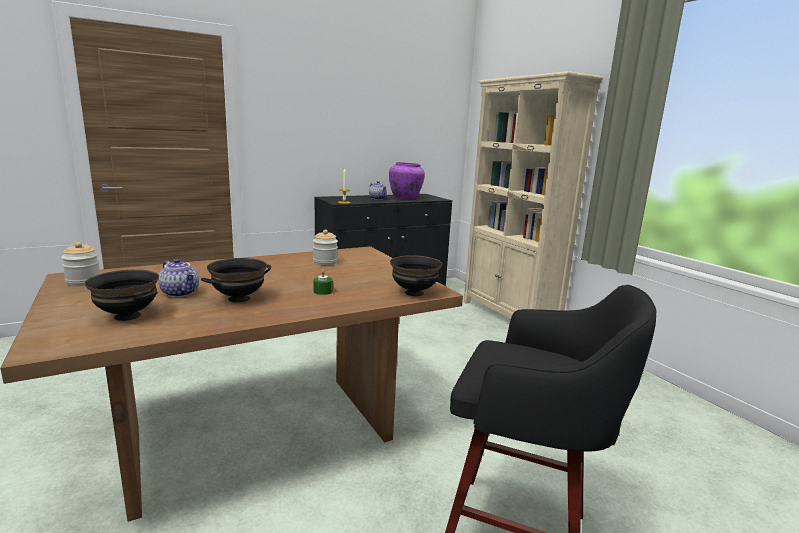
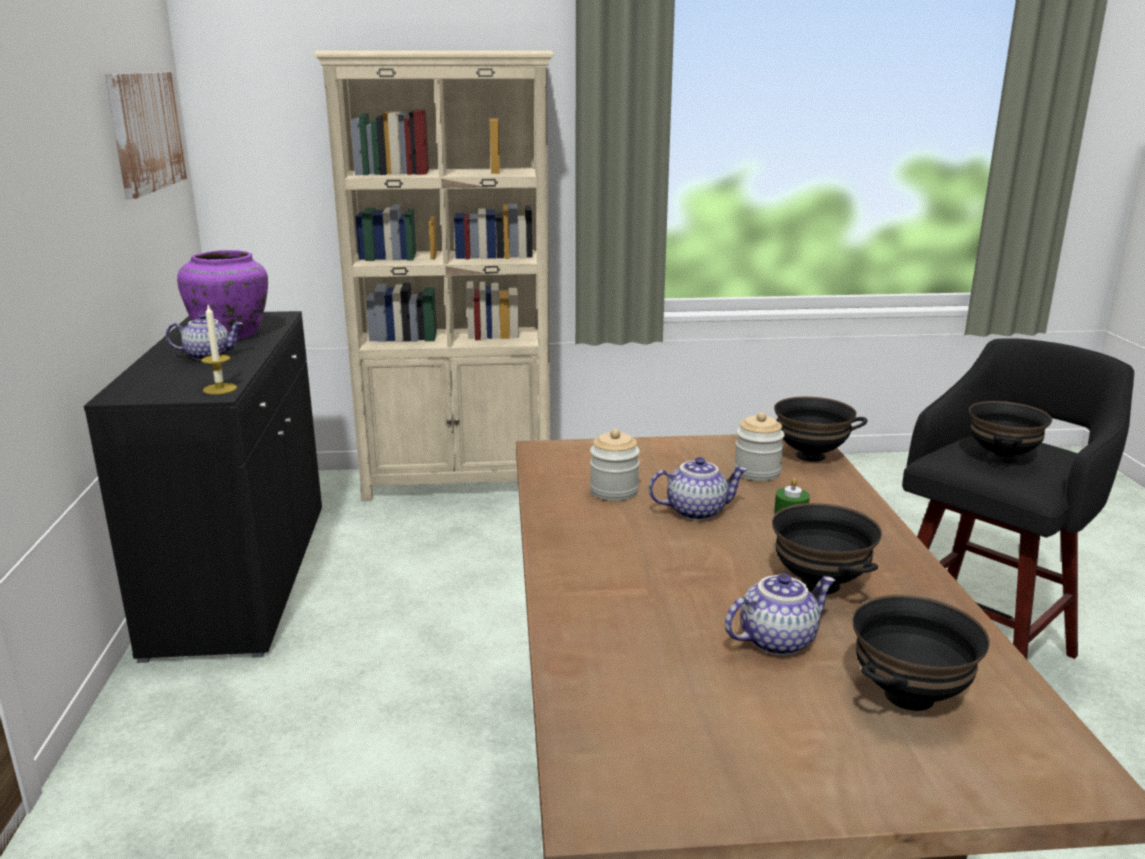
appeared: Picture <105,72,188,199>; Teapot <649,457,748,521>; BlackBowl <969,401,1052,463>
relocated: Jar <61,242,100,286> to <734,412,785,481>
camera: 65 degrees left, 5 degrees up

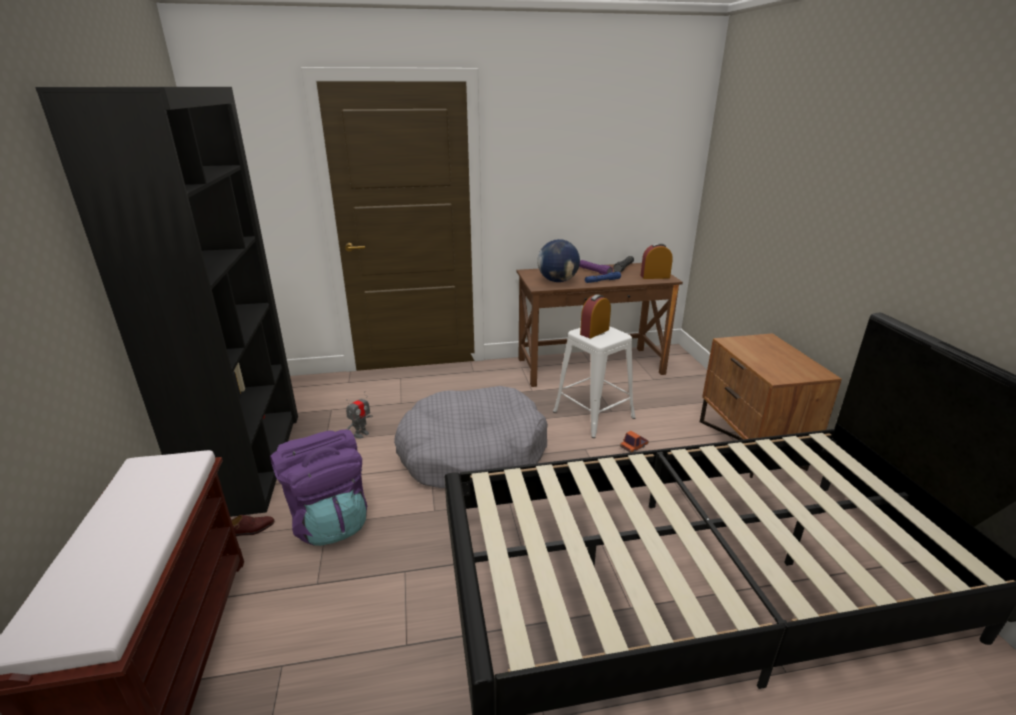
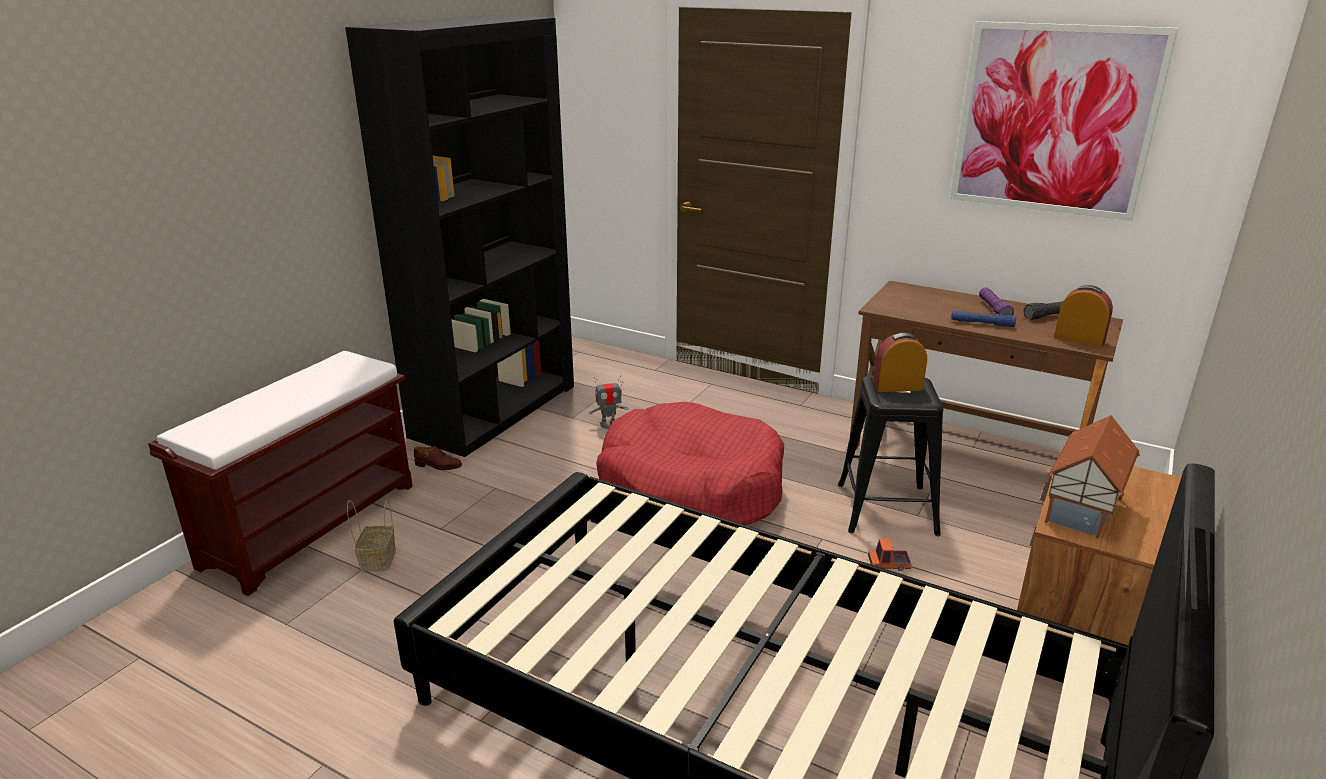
missing: PurpleBackpack <270,430,367,546>; Globe <537,239,580,282>
appeared: Basket <347,500,396,572>; Picture <950,21,1178,221>; ToyHouse <1045,415,1140,539>
colour: GreyDogBed <394,386,548,488> to RedDogBed <596,402,784,525>; WhiteStool <553,326,635,438> to BlackStool <838,376,944,536>
camera: 40 degrees right, 0 degrees up

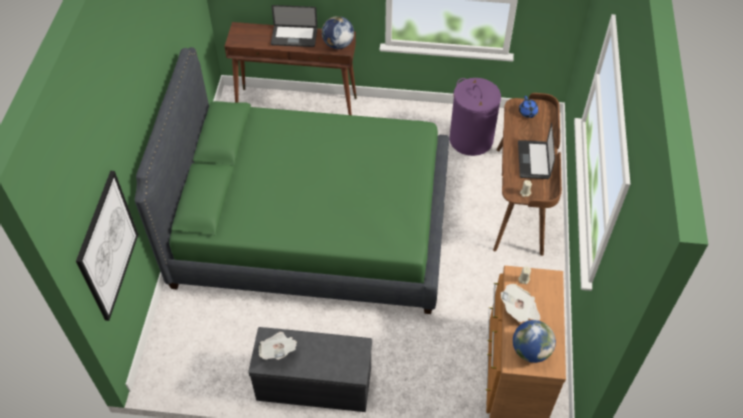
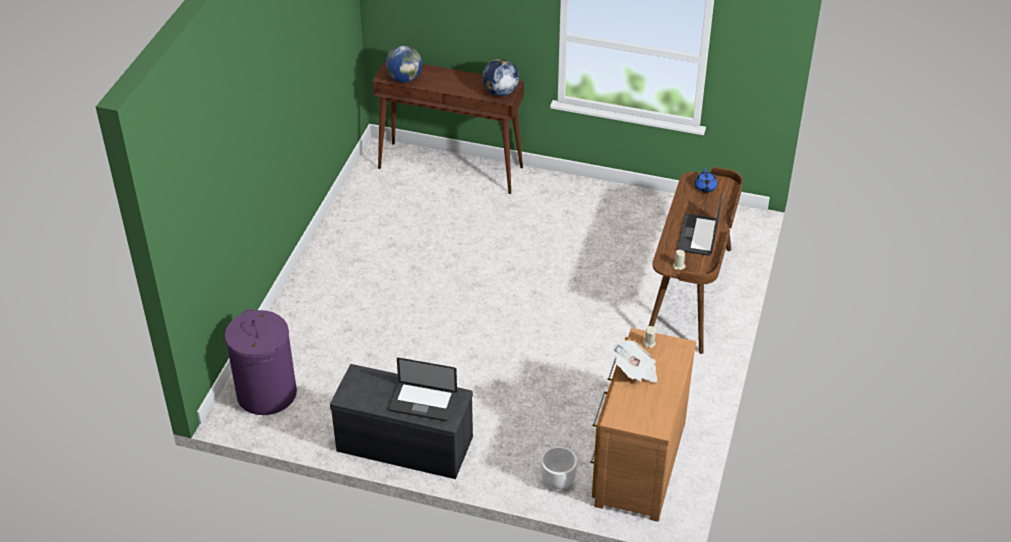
missing: Picture <76,171,139,321>; GreenBed <135,47,449,314>; Newspaper <259,332,297,360>
appeared: WhitePlanter <541,446,577,489>
relocated: Laptop <271,5,317,47> to <389,358,457,421>; PurpleLaundryBasket <449,78,501,156> to <225,309,297,415>; Globe <513,320,556,363> to <386,45,422,83>
camera: 10 degrees right, 10 degrees down

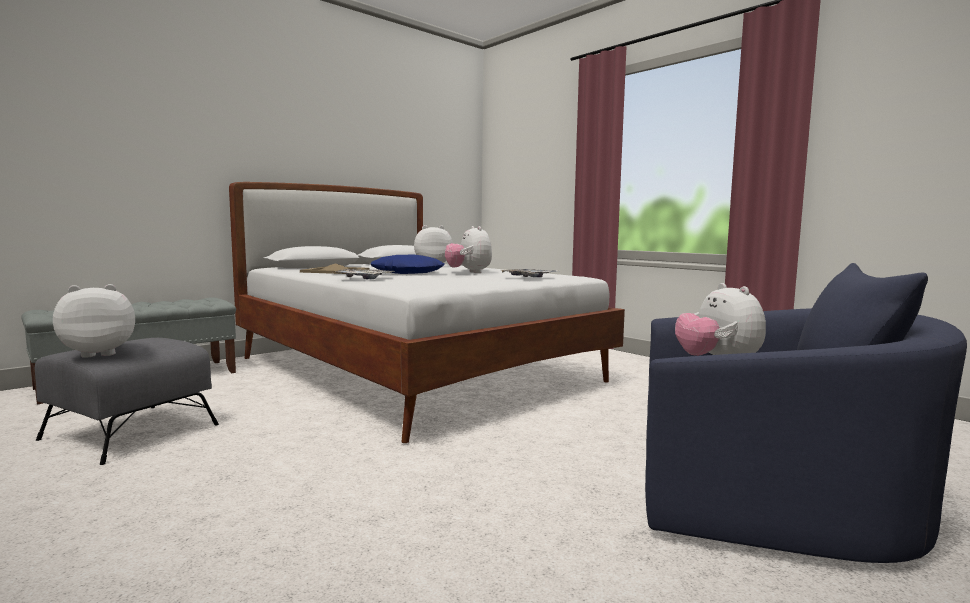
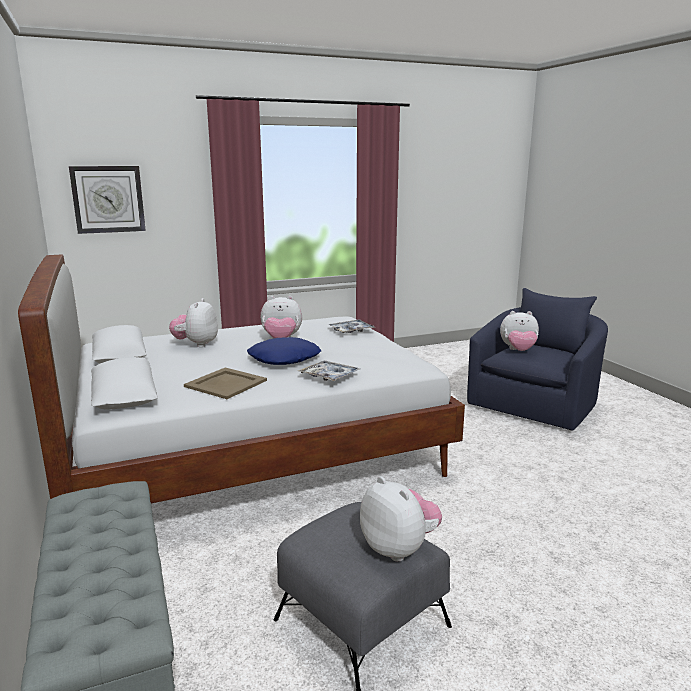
appeared: WallClock <69,166,146,234>
spun: PlushToy <53,284,135,358> = <360,476,442,562> 150 degrees clockwise
camera: 70 degrees left, 10 degrees up

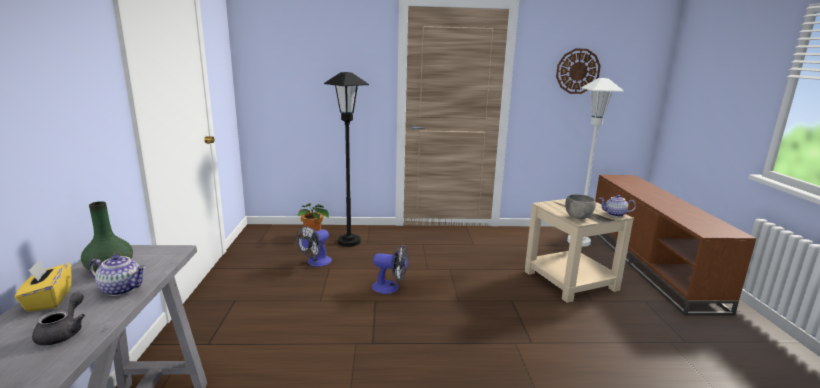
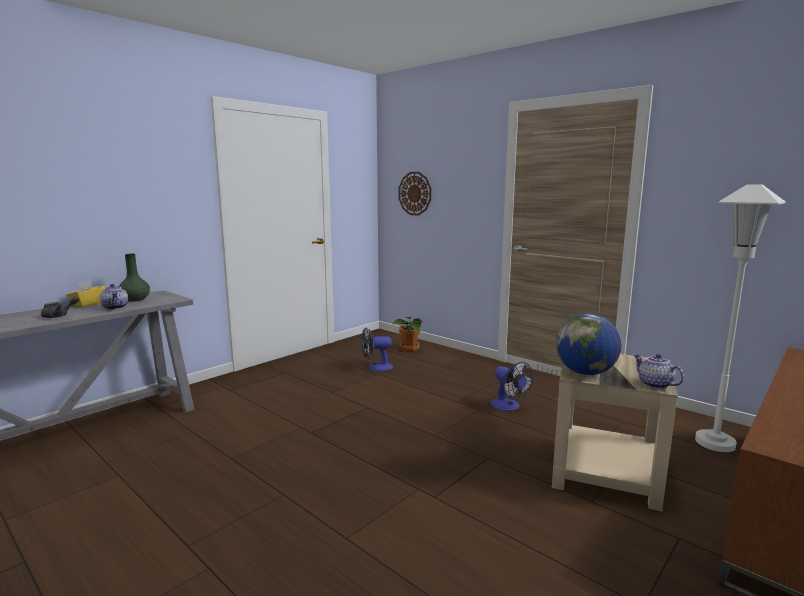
missing: BlackFloorLamp <324,72,369,247>
relocated: Fan <372,245,408,294> to <491,362,533,411>; WallClock <556,48,601,94> to <399,172,431,216>
exchanged: GreyBowl <565,194,596,219> to Globe <556,314,621,375>
camera: 45 degrees right, 5 degrees down

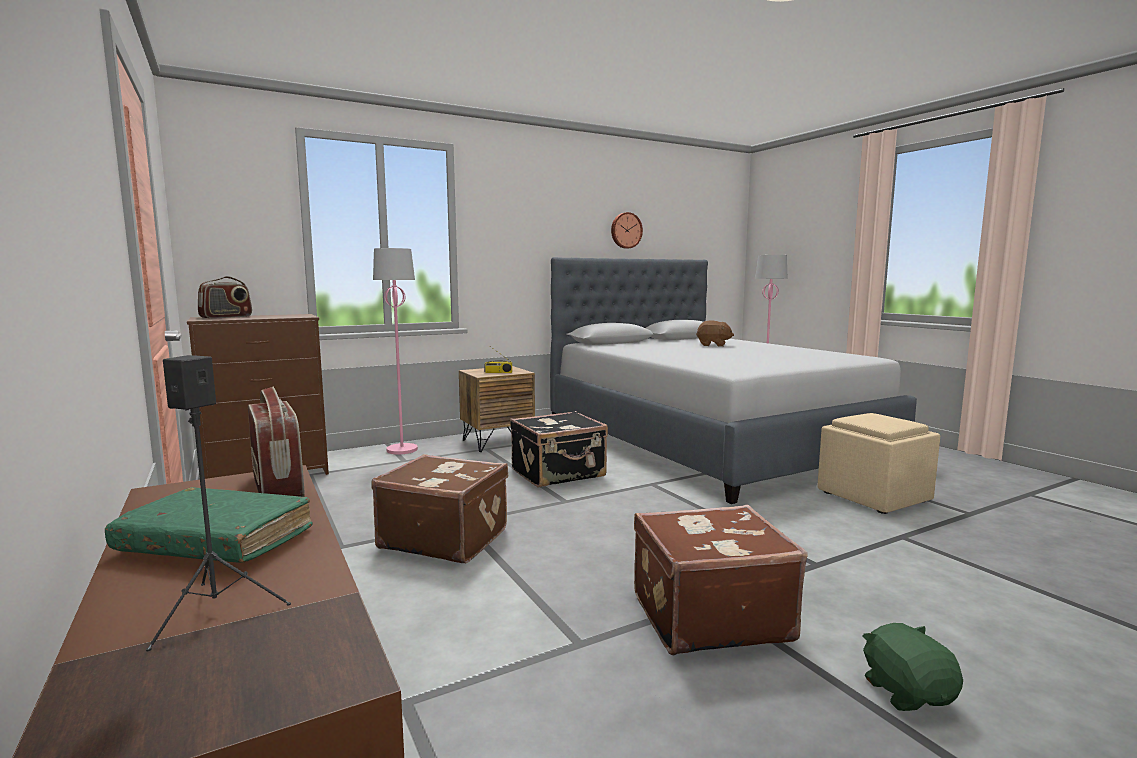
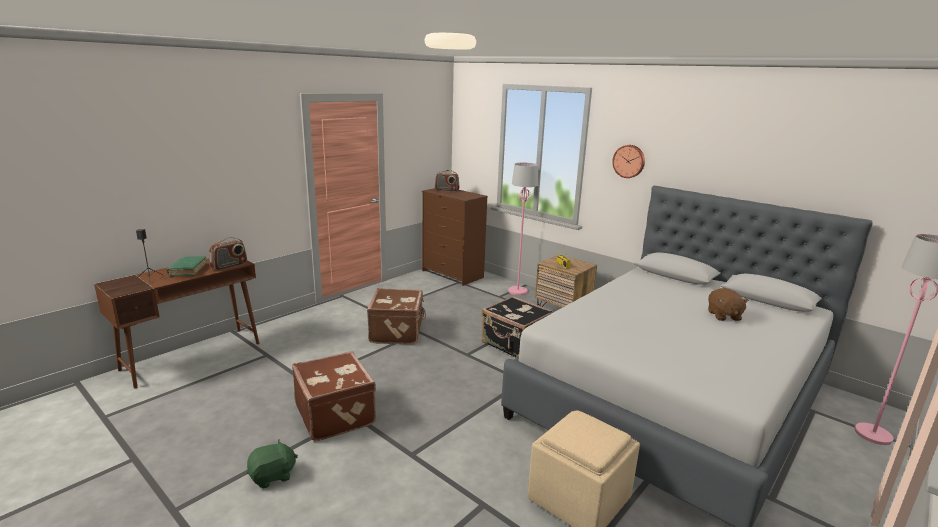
relocated: WallClock <611,212,643,249> to <612,145,645,178>
camera: 70 degrees right, 10 degrees up

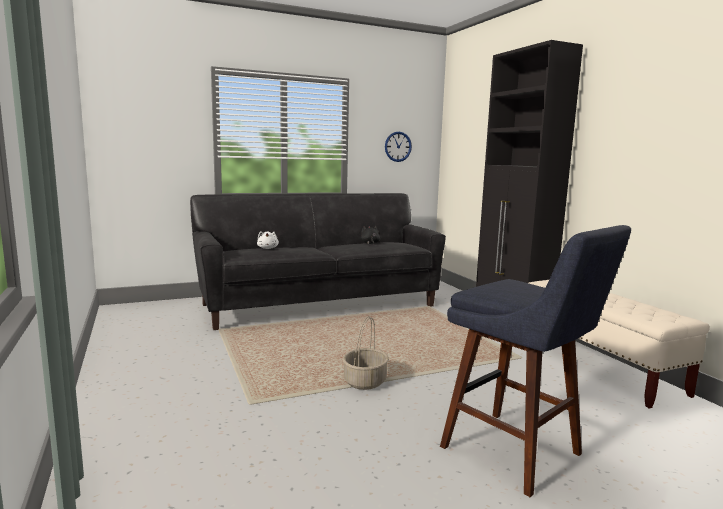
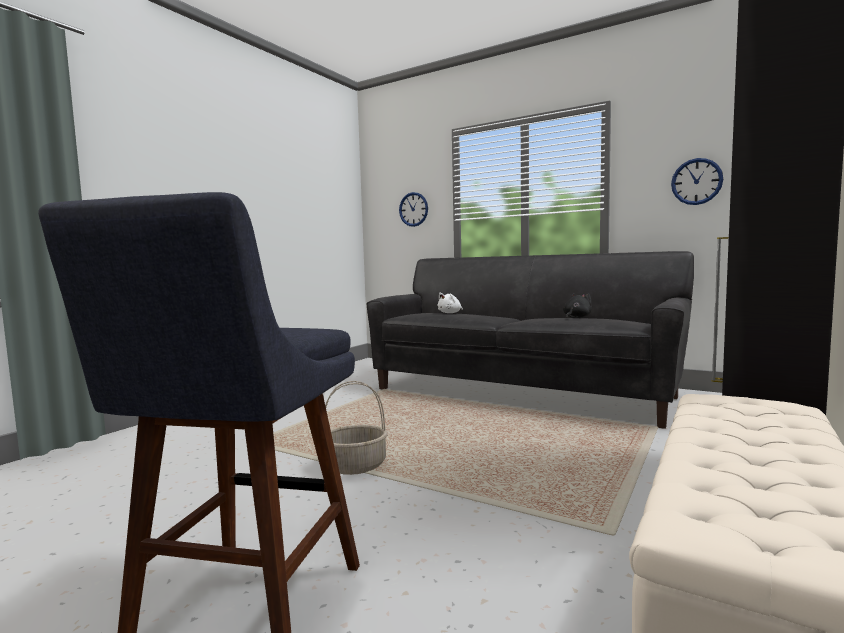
appeared: WallClock <399,192,428,227>
camera: 55 degrees right, 5 degrees down

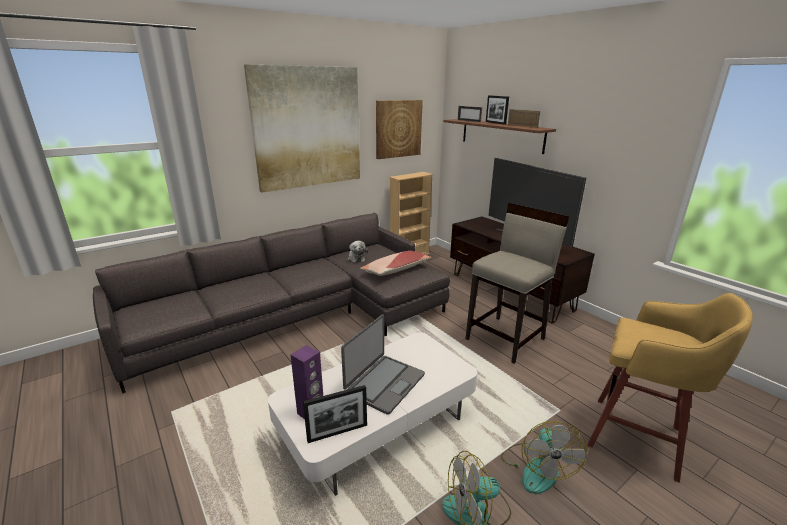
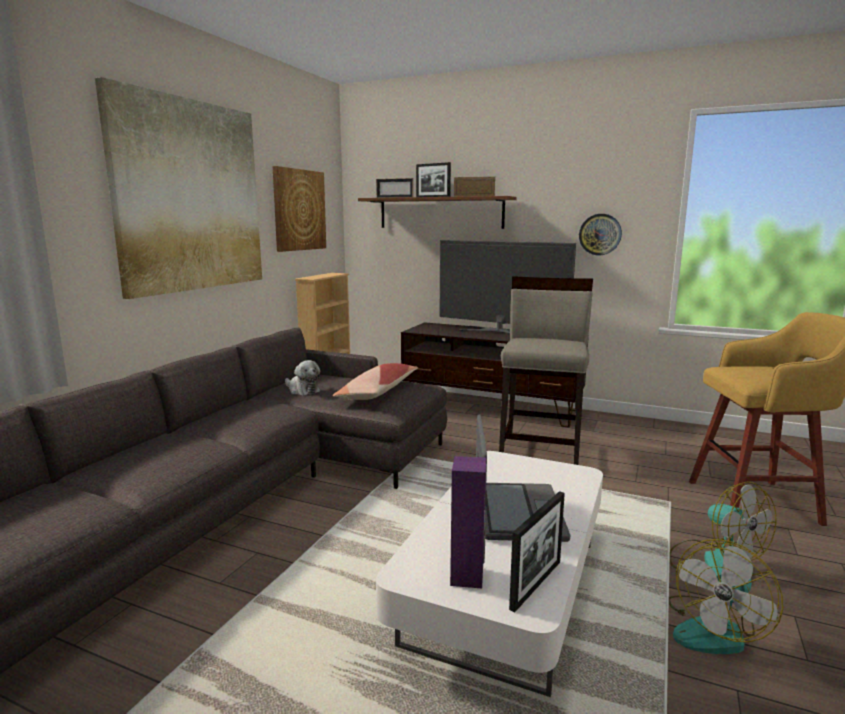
appeared: WallClock <579,214,622,255>
camera: 30 degrees left, 10 degrees down

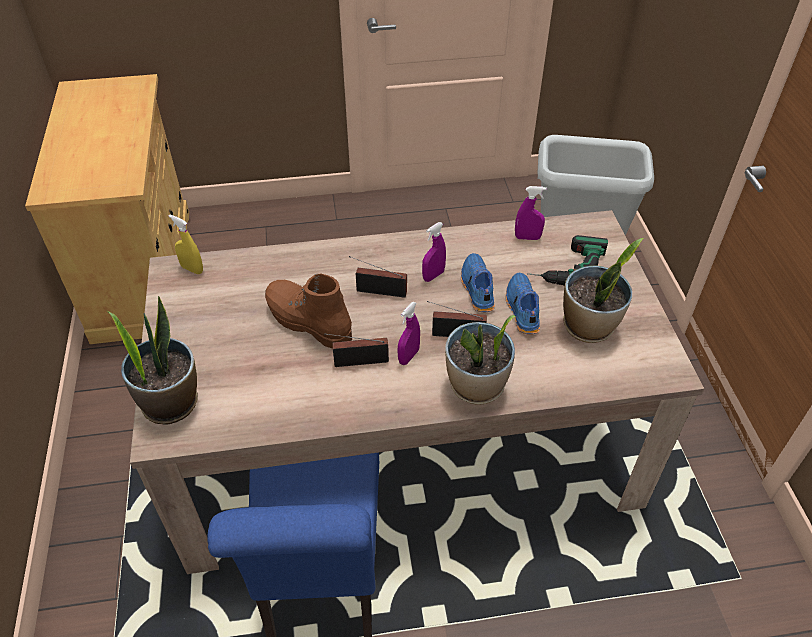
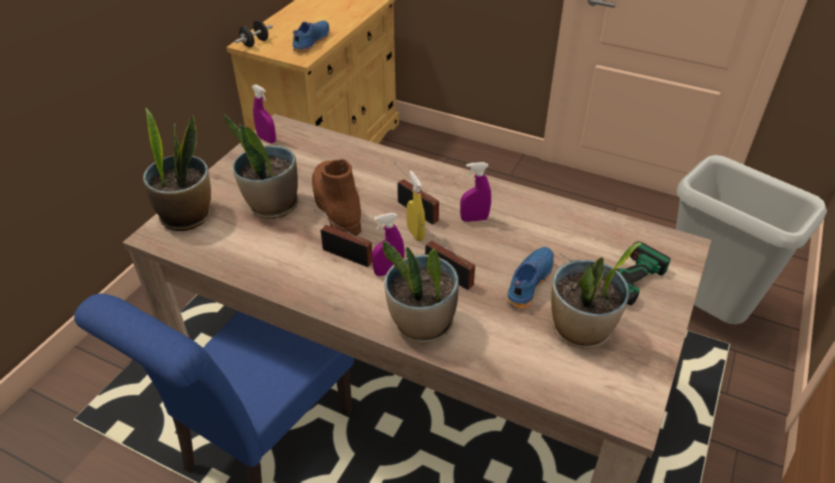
appeared: PottedPlant <224,115,298,219>; BlackDumbbell <235,20,273,47>
relocated: YellowSprayBottle <169,215,203,274> to <406,171,425,241>; BlueShoe <461,253,495,312> to <292,21,330,53>; PurpleSprayBottle <515,186,547,240> to <251,84,276,143>
camera: 35 degrees right, 5 degrees down

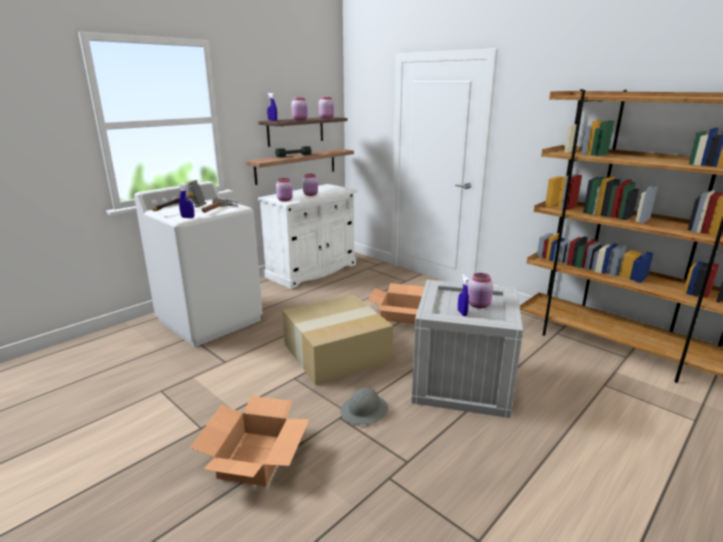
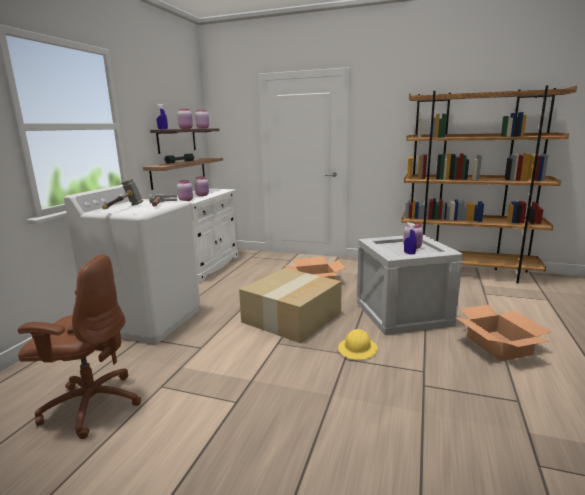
missing: BlueSprayBottle <179,183,194,218>
appeared: BrownOfficeChair <18,254,141,439>
relocated: CardboardBox <190,396,310,486> to <455,305,552,361>
colour: GreyHardHat <341,388,388,425> to YellowHardHat <338,329,378,360>
camera: 25 degrees left, 5 degrees down

